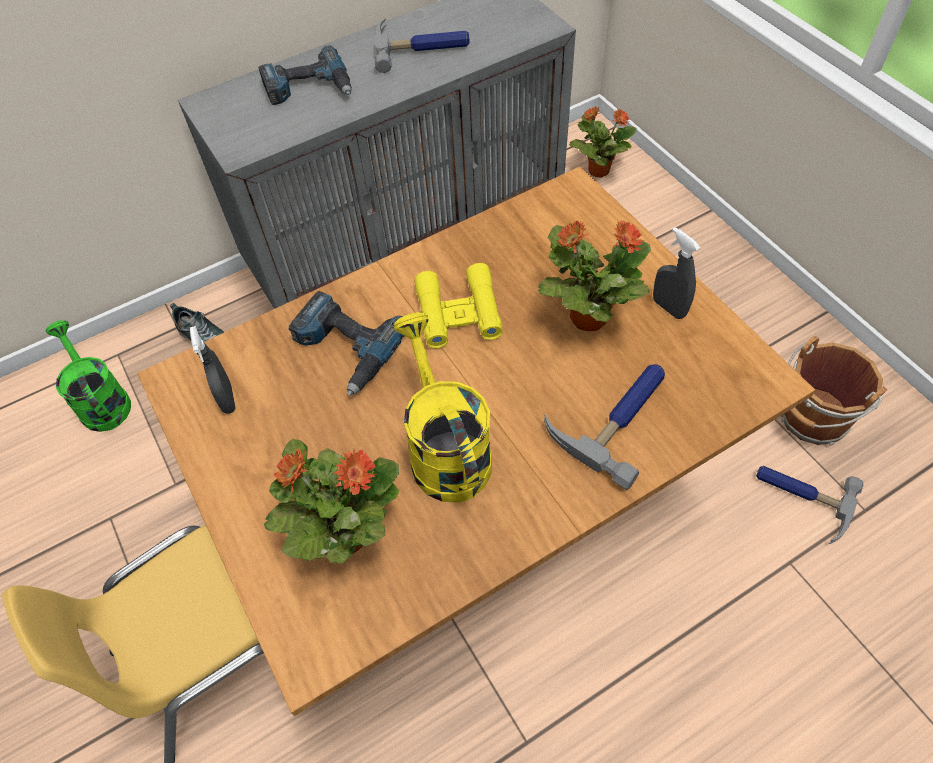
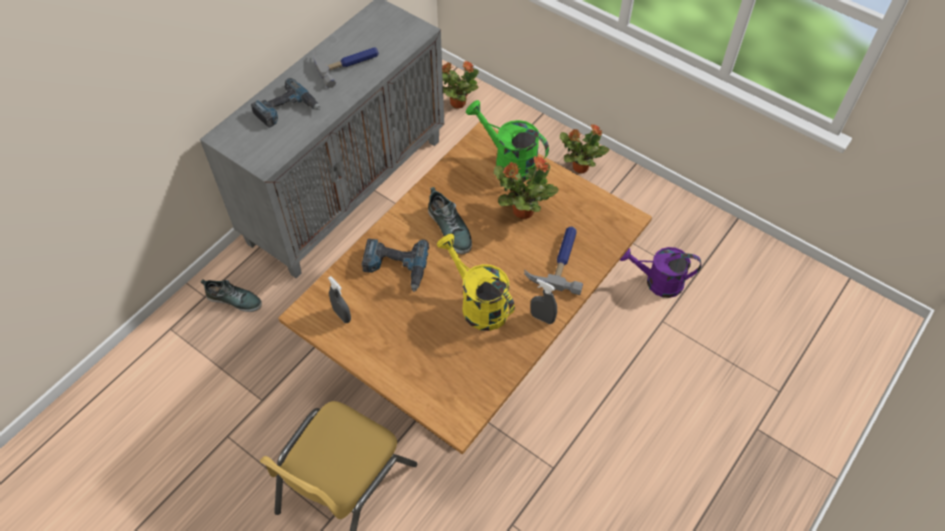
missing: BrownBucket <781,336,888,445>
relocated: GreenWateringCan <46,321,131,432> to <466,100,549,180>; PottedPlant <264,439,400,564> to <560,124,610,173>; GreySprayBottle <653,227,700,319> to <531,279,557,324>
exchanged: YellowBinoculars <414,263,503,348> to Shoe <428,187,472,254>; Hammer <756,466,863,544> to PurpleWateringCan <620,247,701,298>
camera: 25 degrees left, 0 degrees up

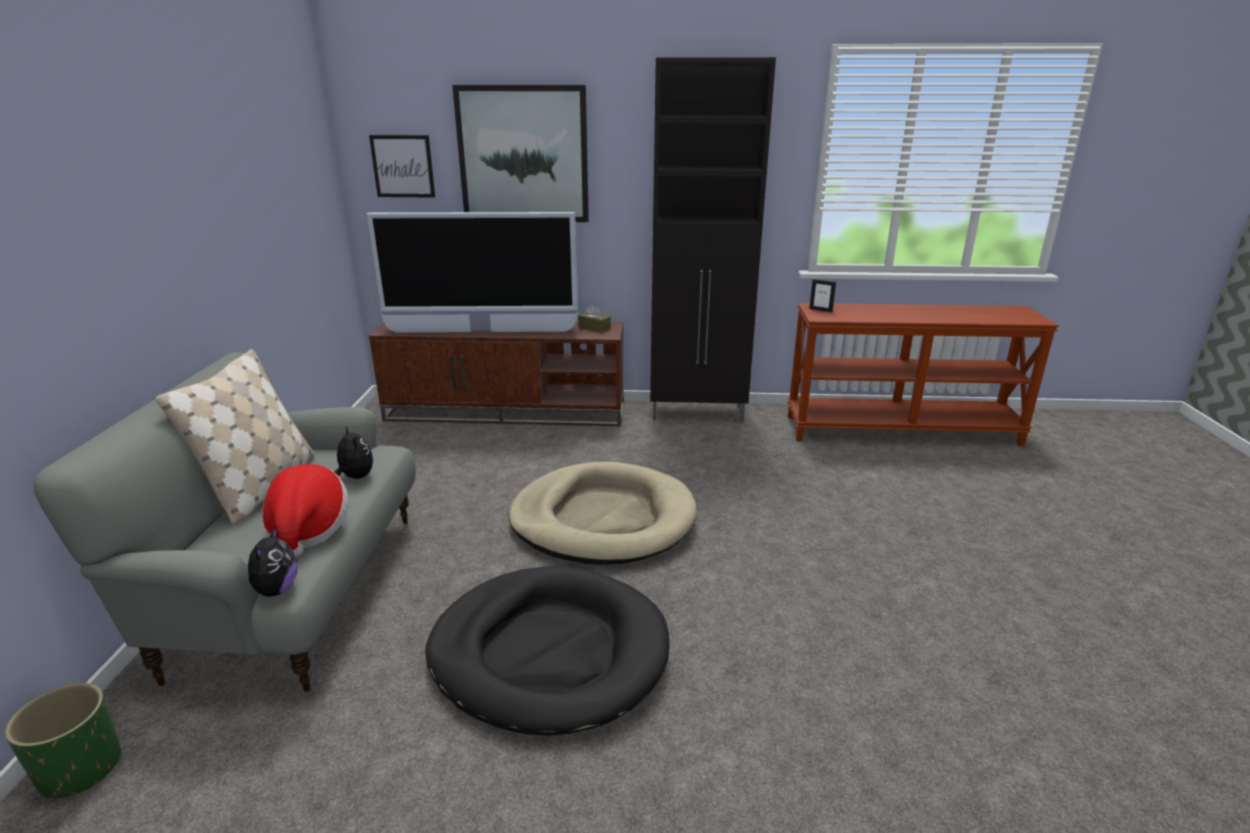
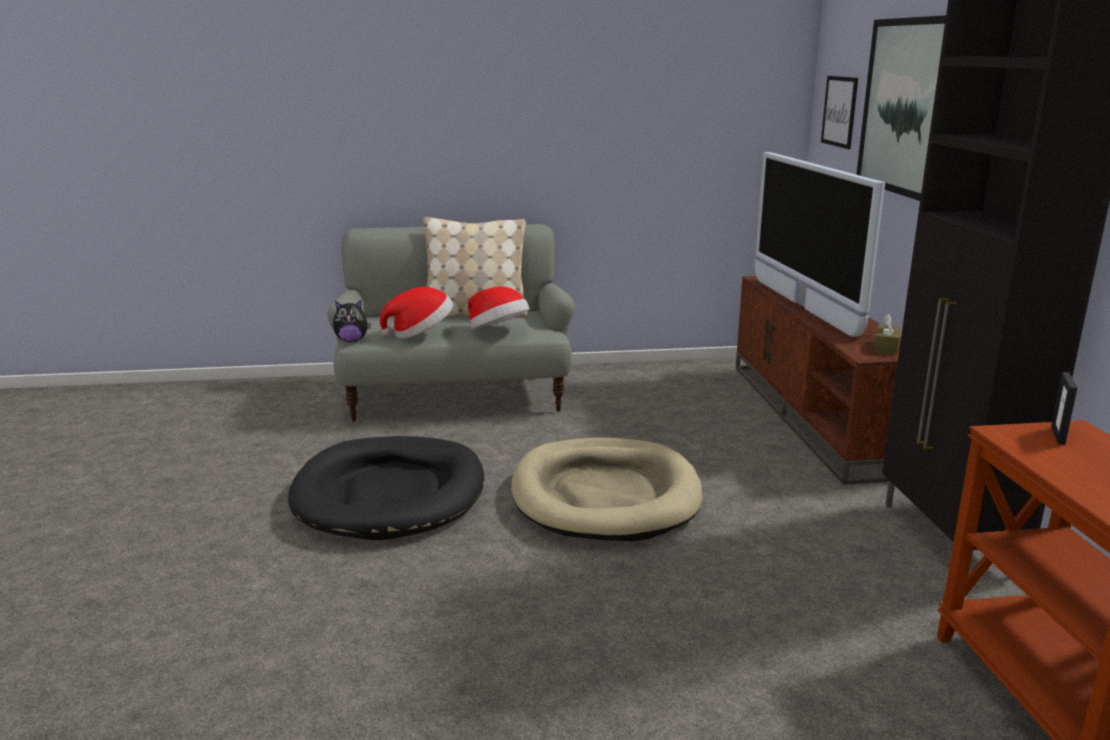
missing: GreenPlanter <5,683,121,798>
exchanged: PlushToy <334,427,373,479> to Hat <468,286,529,330>
camera: 80 degrees right, 5 degrees down

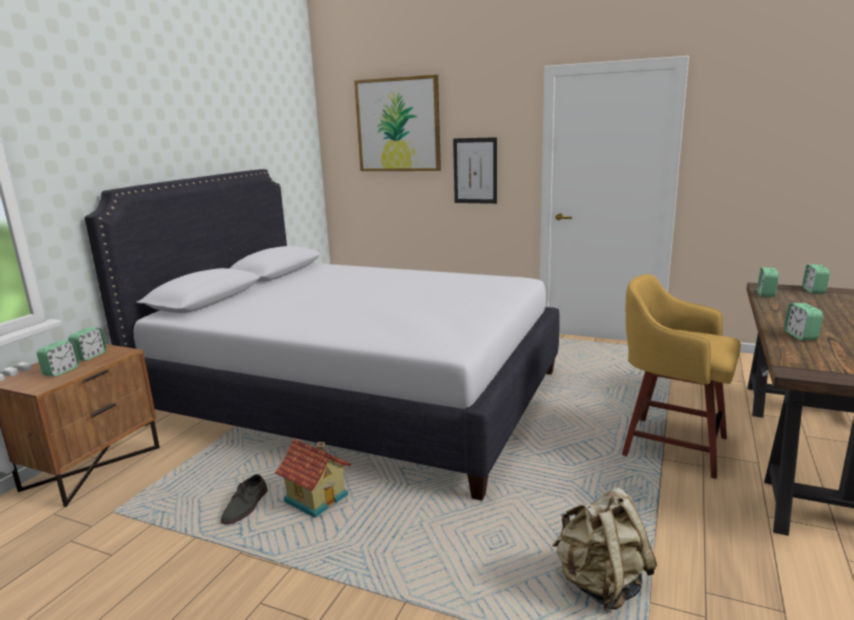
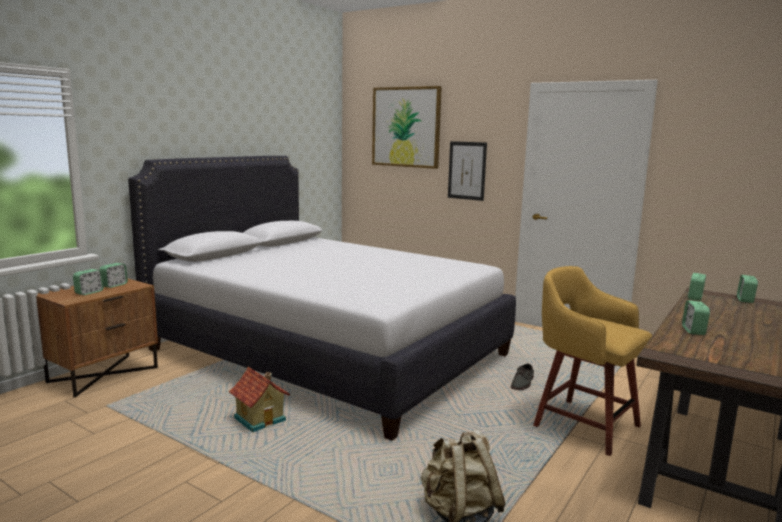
relocated: GreyShoe <221,474,268,524> to <511,364,534,390>
camera: 10 degrees right, 5 degrees down

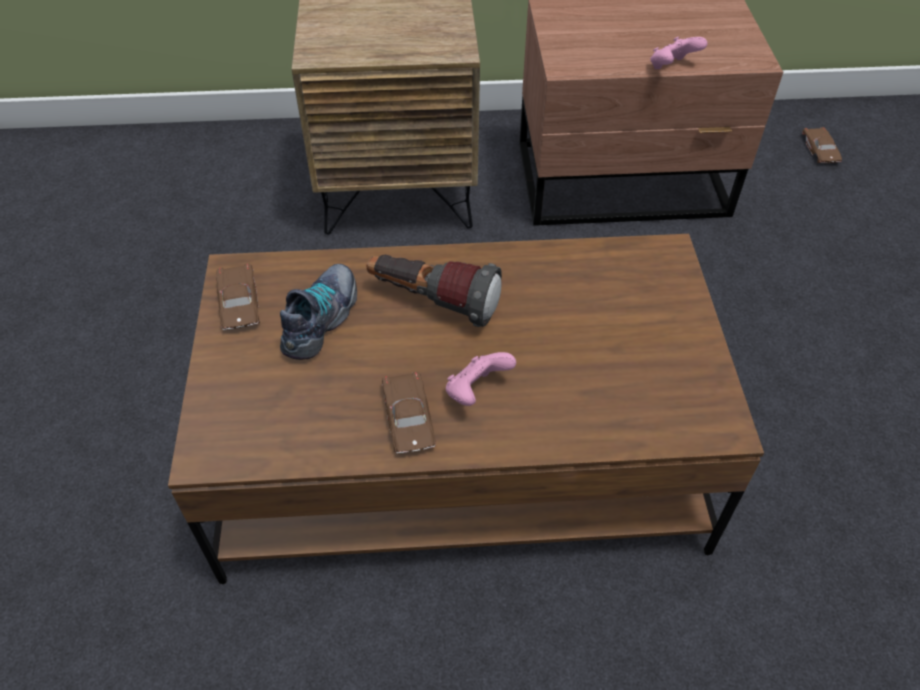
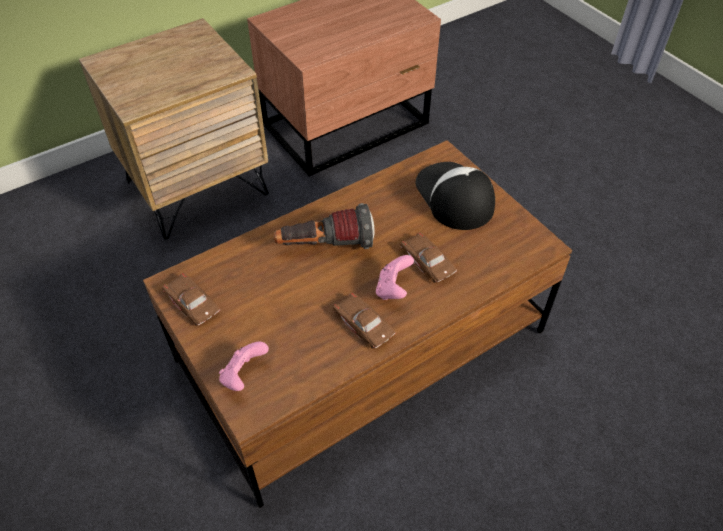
missing: Shoe <280,264,357,360>
appeared: Cap <415,162,495,230>
relocated: PinkGameController <650,37,707,69> to <219,342,269,391>; BrownToyCar <802,127,842,163> to <401,232,457,283>
camera: 30 degrees left, 0 degrees up

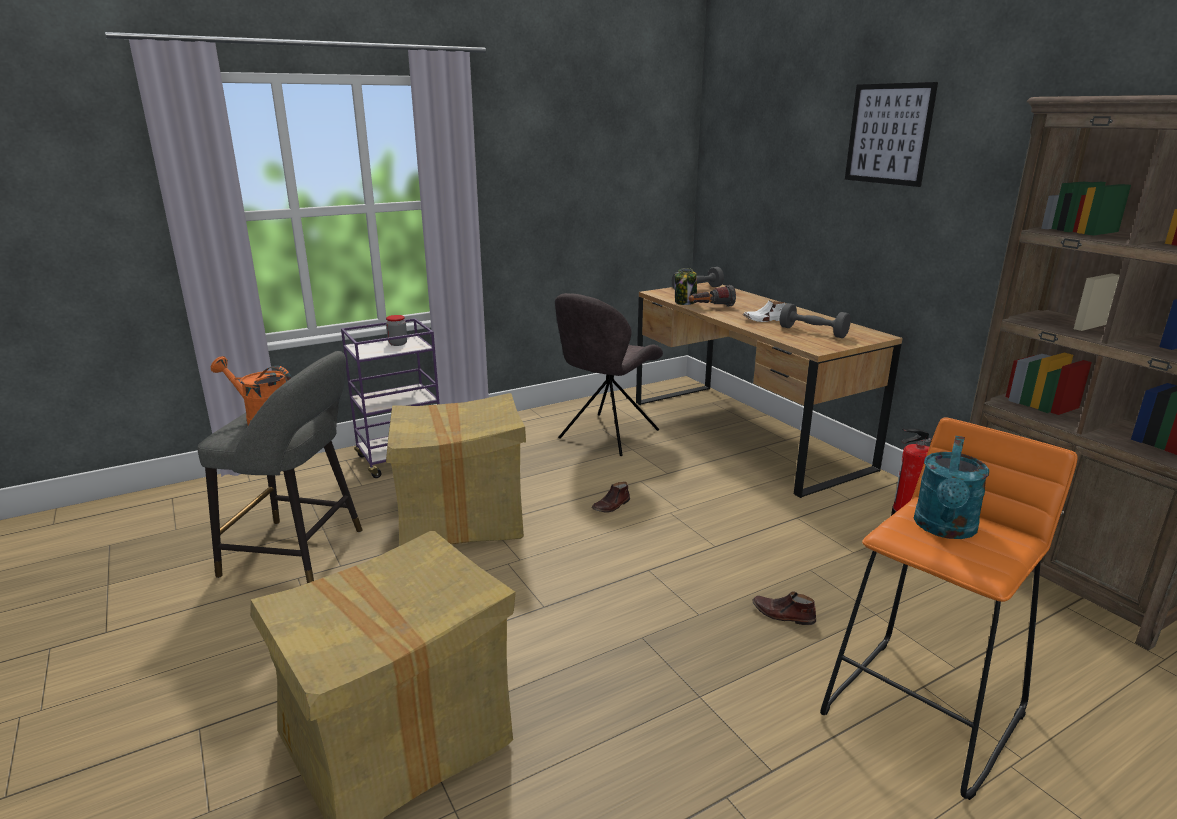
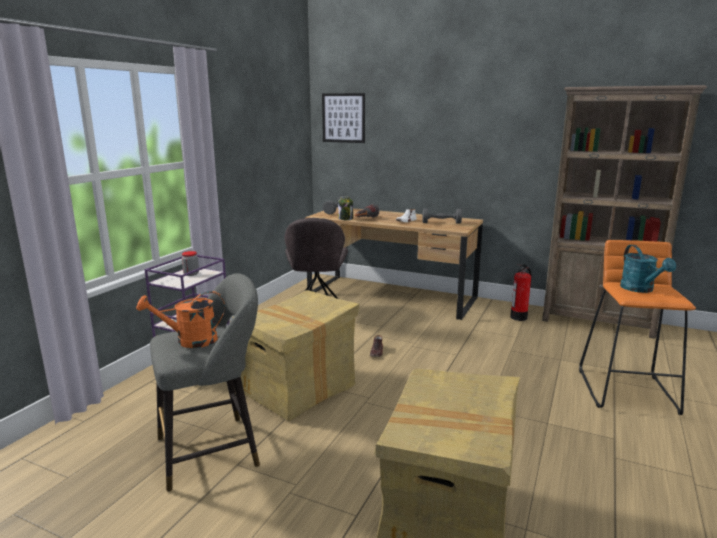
missing: BrownShoe <753,592,816,625>
relocated: Picture <845,82,938,187> to <322,93,365,143>
camera: 35 degrees left, 5 degrees down

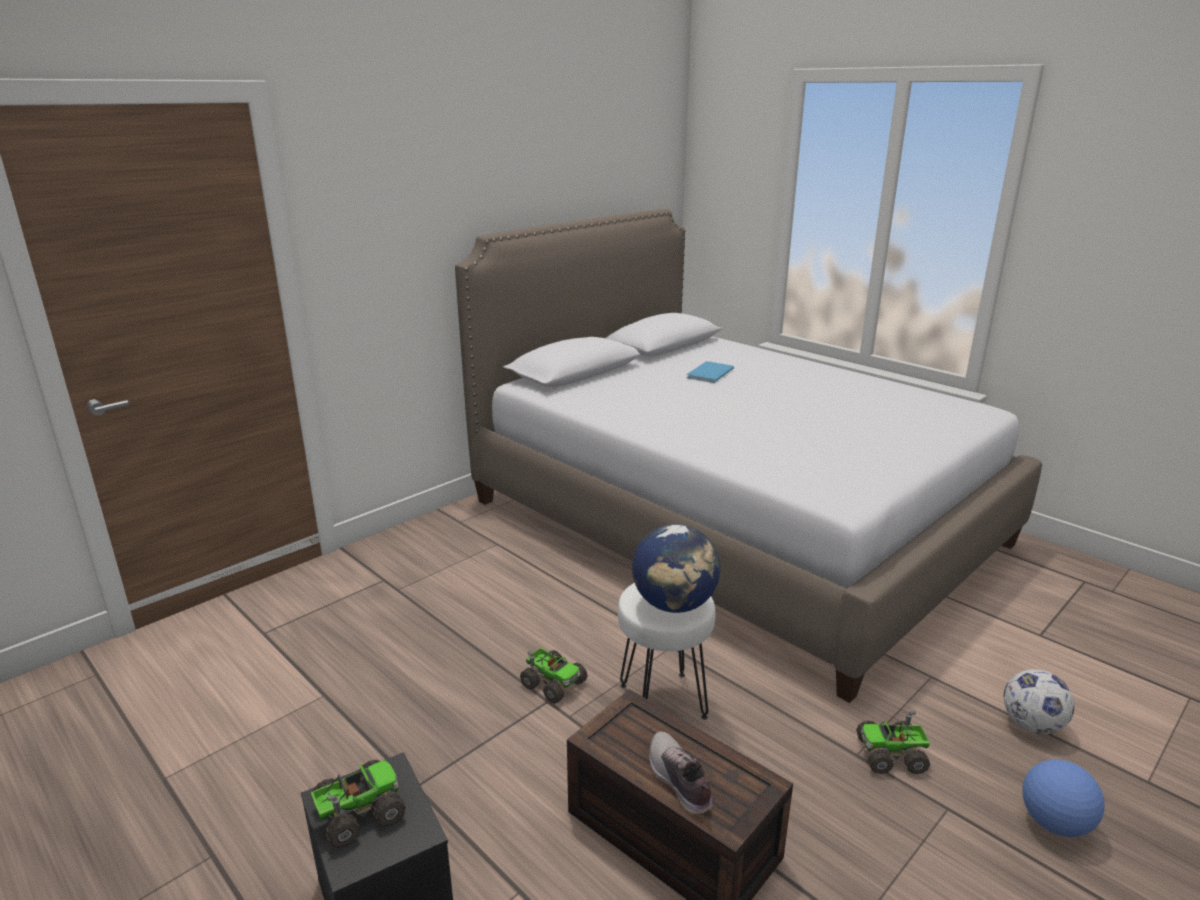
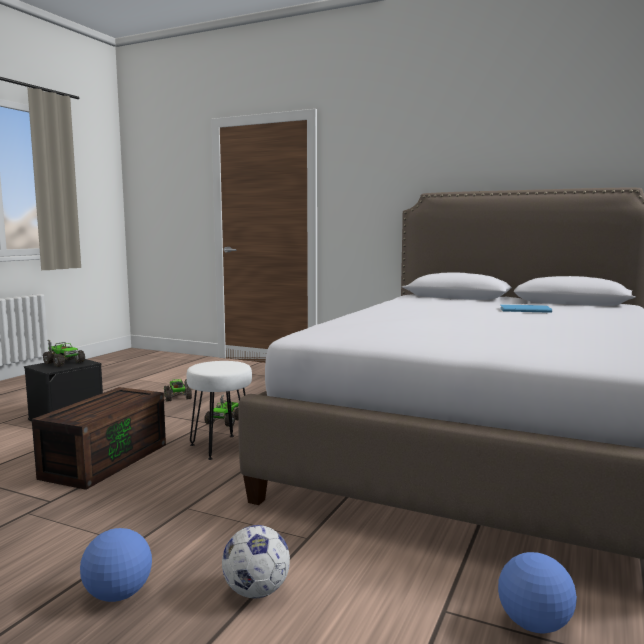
missing: Globe <632,524,720,613>; Shoe <649,731,712,814>
appeared: Football <498,552,577,633>
relocated: ToyTruck <856,711,930,774> to <164,379,192,402>
camera: 70 degrees right, 15 degrees down

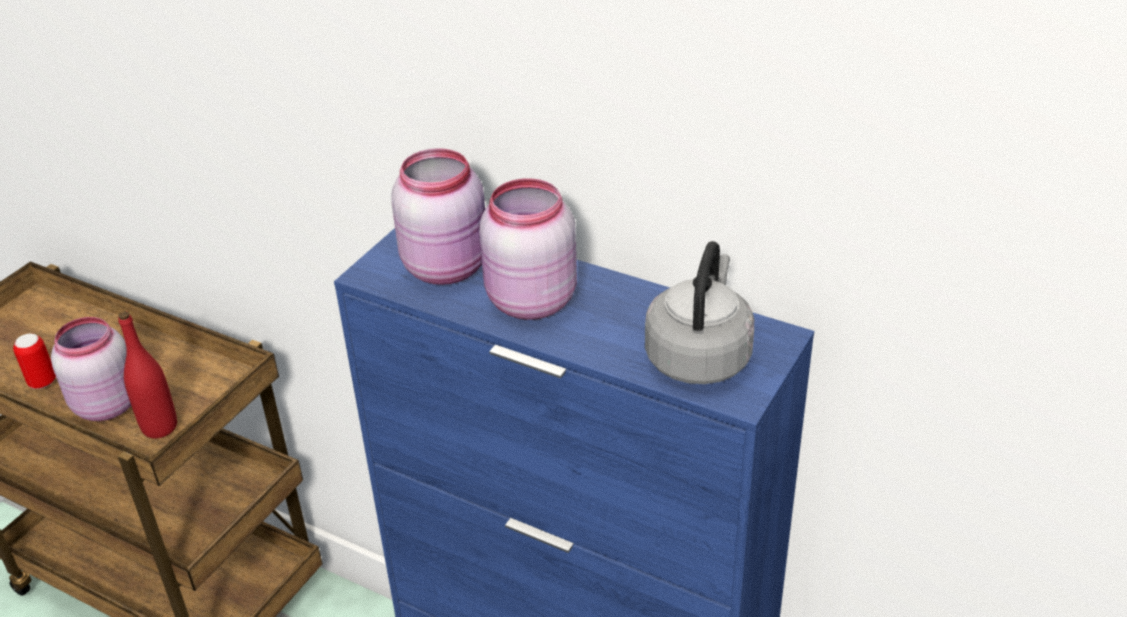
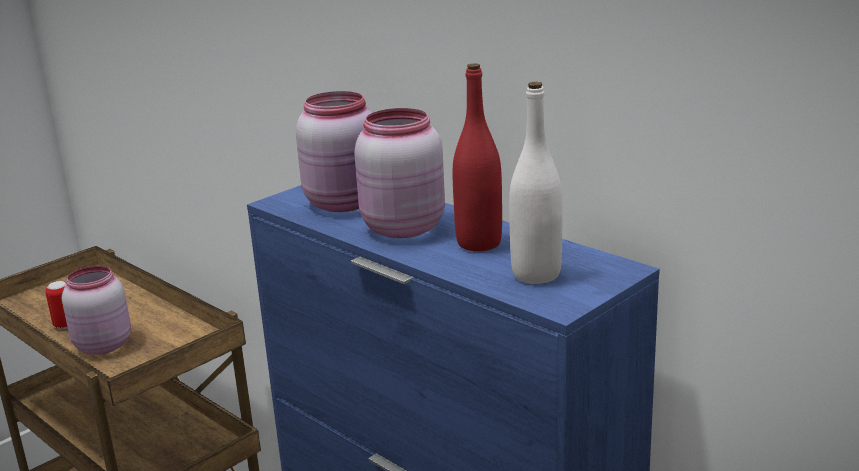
relocated: RedBottle <118,312,177,438> to <453,63,502,251>
exchanged: GreyKettle <645,241,754,384> to WhiteBottle <509,82,563,284>
camera: 15 degrees right, 15 degrees down

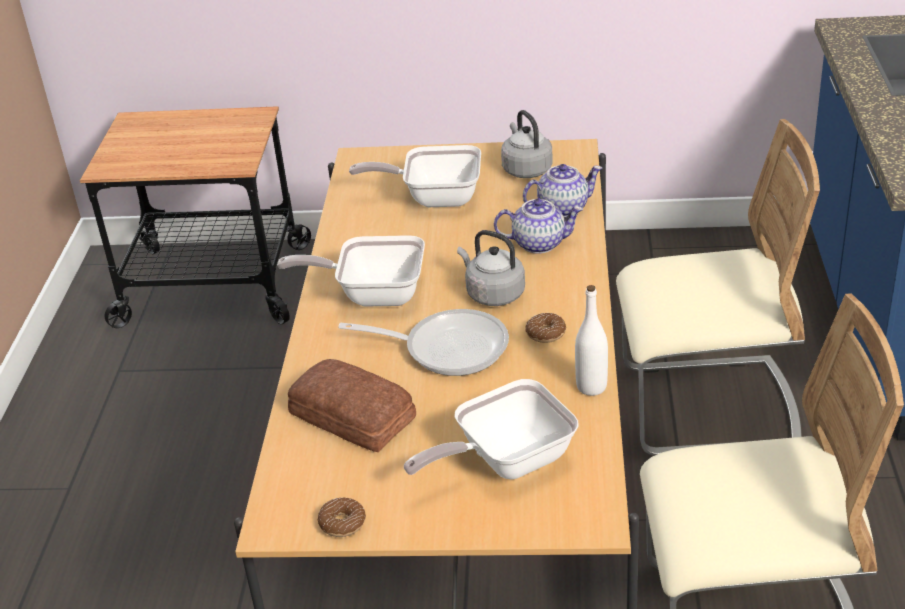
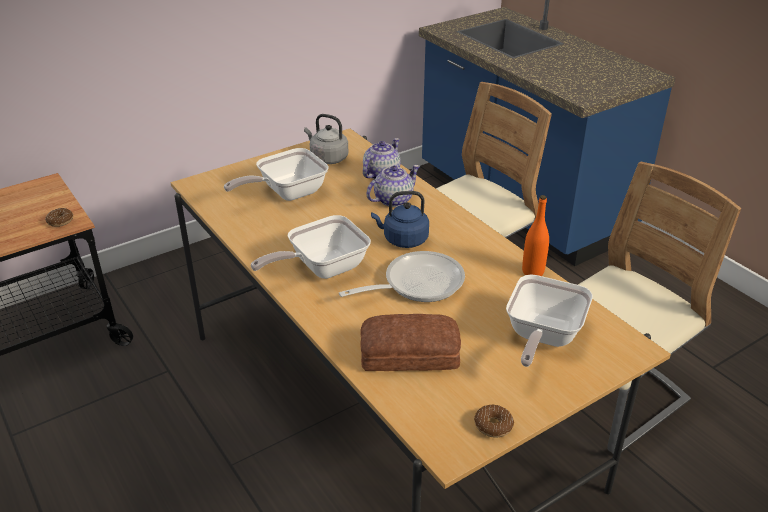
relocated: Donut <525,313,566,343> to <45,208,73,227>
colour: GreyKettle <457,230,525,306> to BlueKettle <371,191,429,248>; WhiteBottle <575,285,608,396> to OrangeBottle <522,195,549,276>
camera: 40 degrees left, 0 degrees up

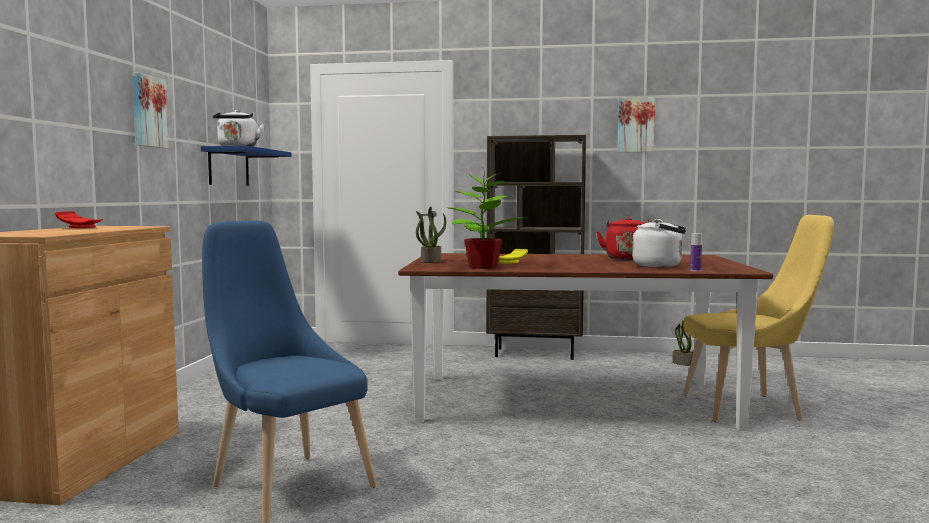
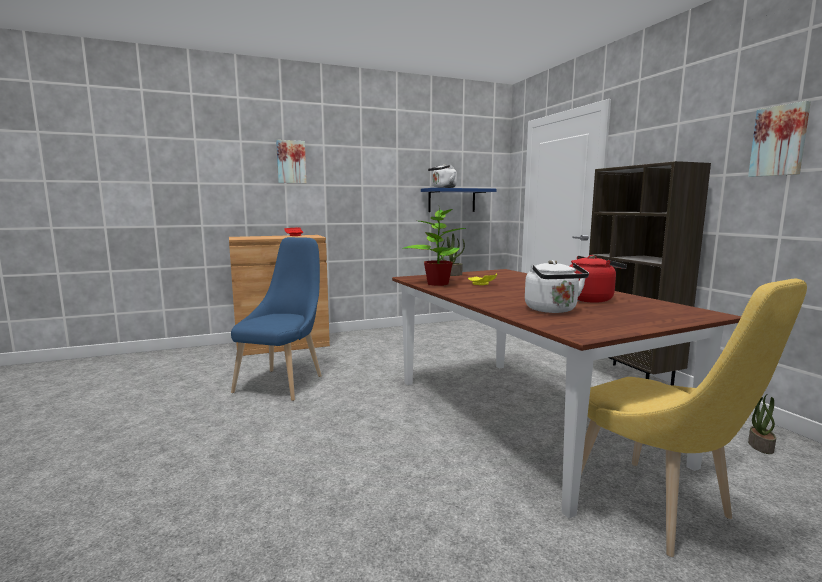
missing: Bottle <690,233,702,272>
relocated: Picture <132,72,168,148> to <276,140,306,183>
camera: 60 degrees right, 5 degrees up

